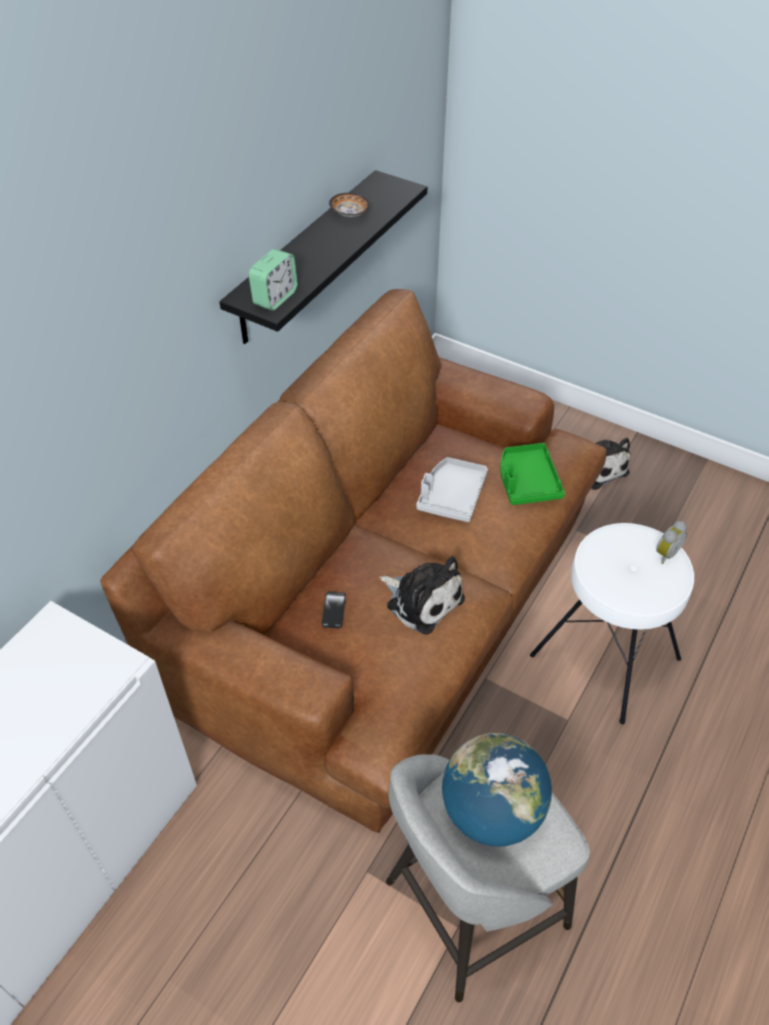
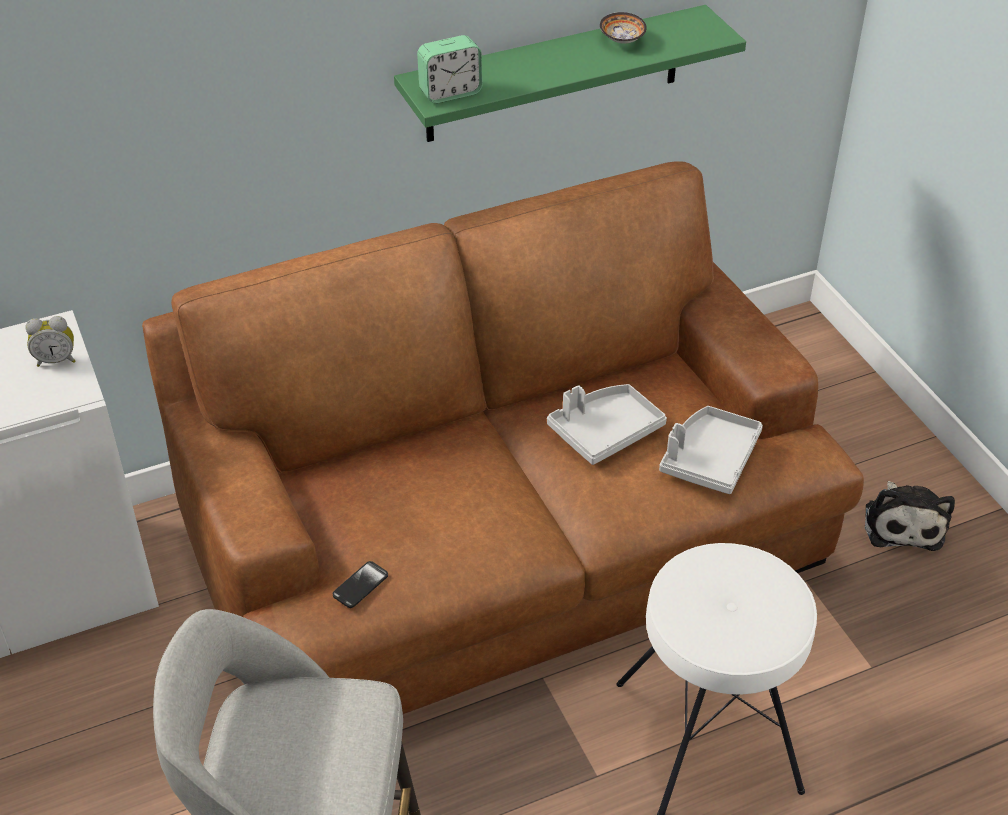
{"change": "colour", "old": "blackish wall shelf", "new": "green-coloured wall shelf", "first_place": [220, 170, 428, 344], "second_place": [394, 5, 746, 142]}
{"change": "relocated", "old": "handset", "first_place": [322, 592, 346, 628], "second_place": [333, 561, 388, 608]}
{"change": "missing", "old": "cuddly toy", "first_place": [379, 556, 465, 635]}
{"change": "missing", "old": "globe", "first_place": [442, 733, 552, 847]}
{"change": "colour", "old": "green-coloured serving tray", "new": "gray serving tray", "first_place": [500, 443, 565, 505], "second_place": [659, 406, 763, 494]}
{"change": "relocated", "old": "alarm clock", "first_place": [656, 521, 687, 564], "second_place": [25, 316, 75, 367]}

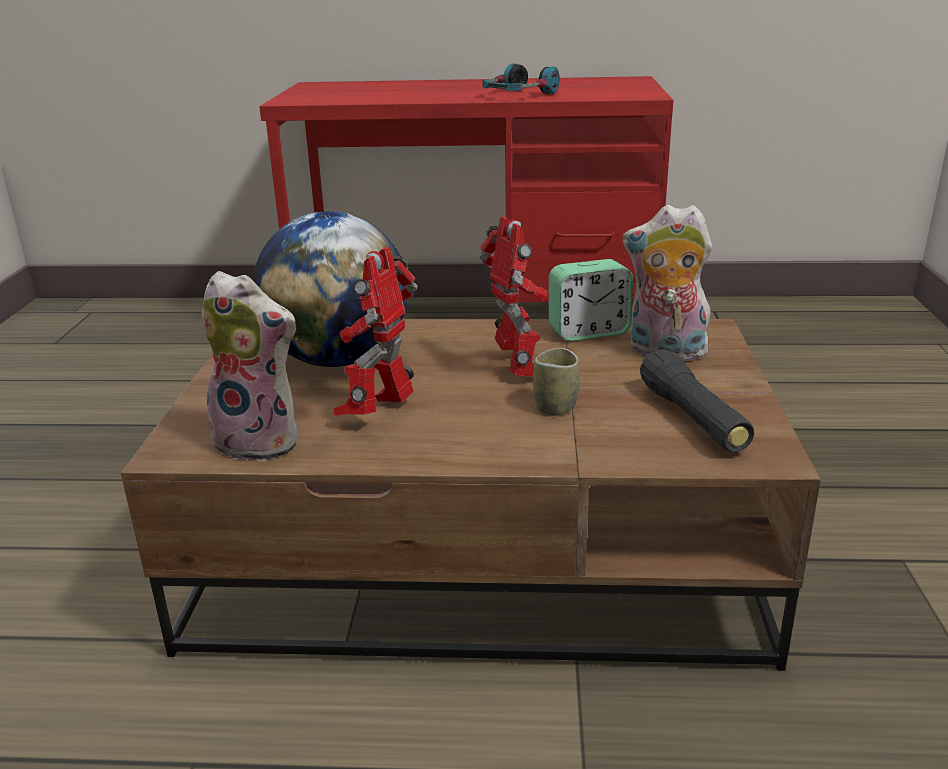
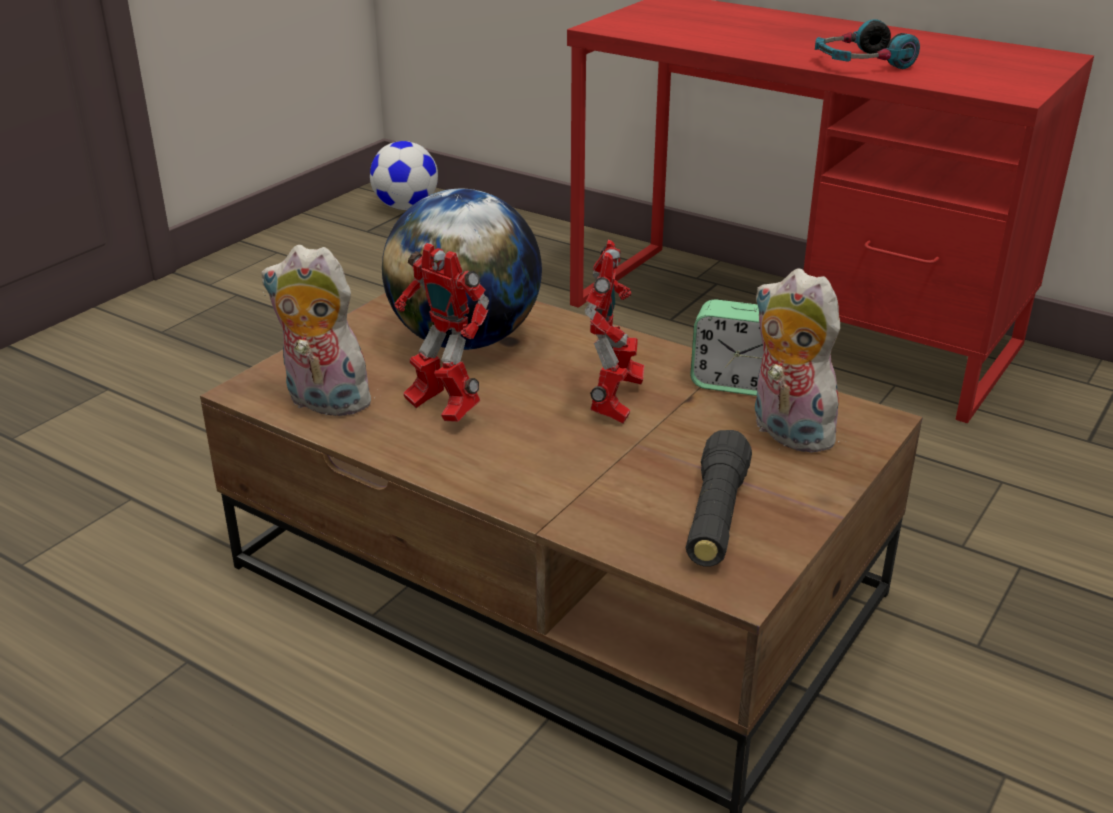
{"change": "spun", "old": "cuddly toy", "first_place": [202, 271, 298, 462], "second_place": [261, 245, 381, 416], "degrees": 150}
{"change": "spun", "old": "model robot", "first_place": [333, 247, 418, 416], "second_place": [394, 243, 489, 422], "degrees": -105}
{"change": "missing", "old": "drinking cup", "first_place": [533, 348, 580, 416]}
{"change": "appeared", "new": "football ball", "second_place": [370, 141, 438, 210]}

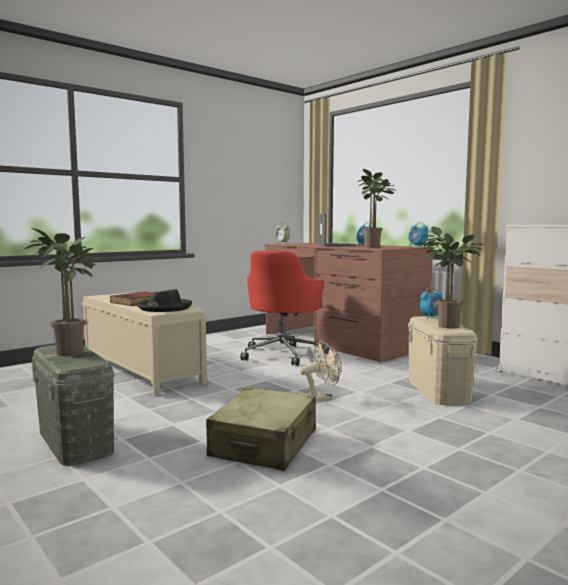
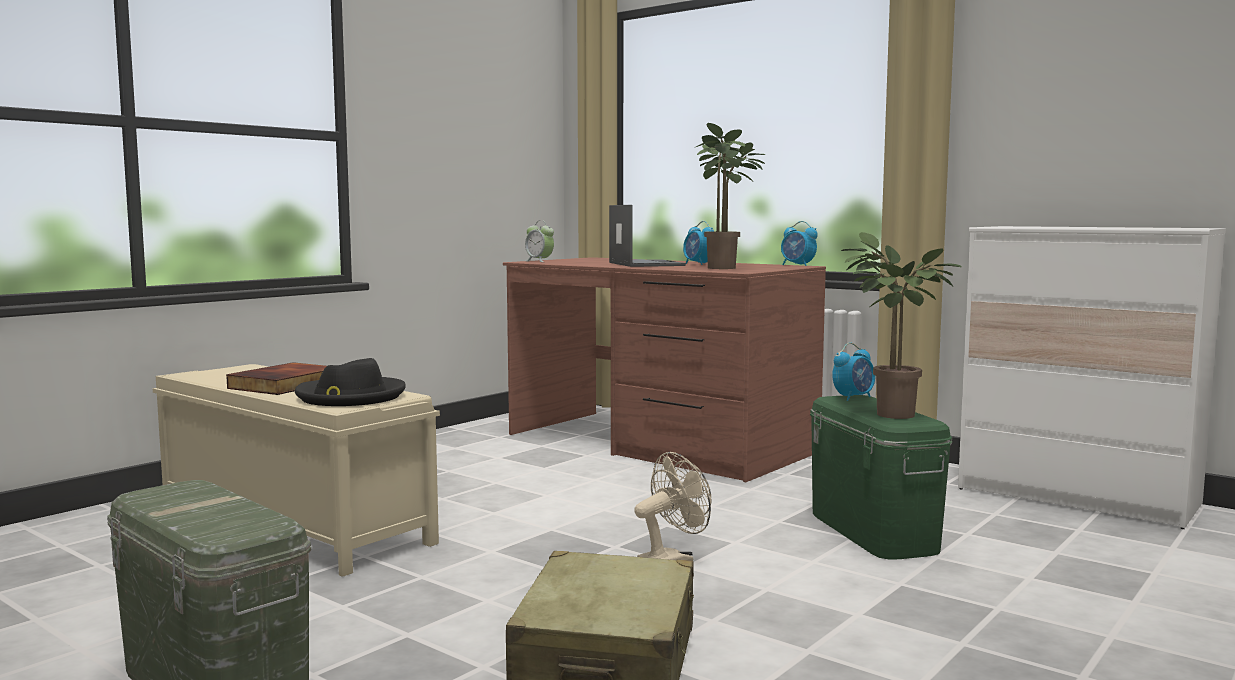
{"change": "missing", "old": "houseplant", "first_place": [25, 228, 101, 356]}
{"change": "missing", "old": "red computer chair", "first_place": [240, 251, 329, 366]}
{"change": "colour", "old": "sand-coloured storage box", "new": "green-coloured storage box", "first_place": [408, 316, 478, 405], "second_place": [810, 395, 952, 560]}

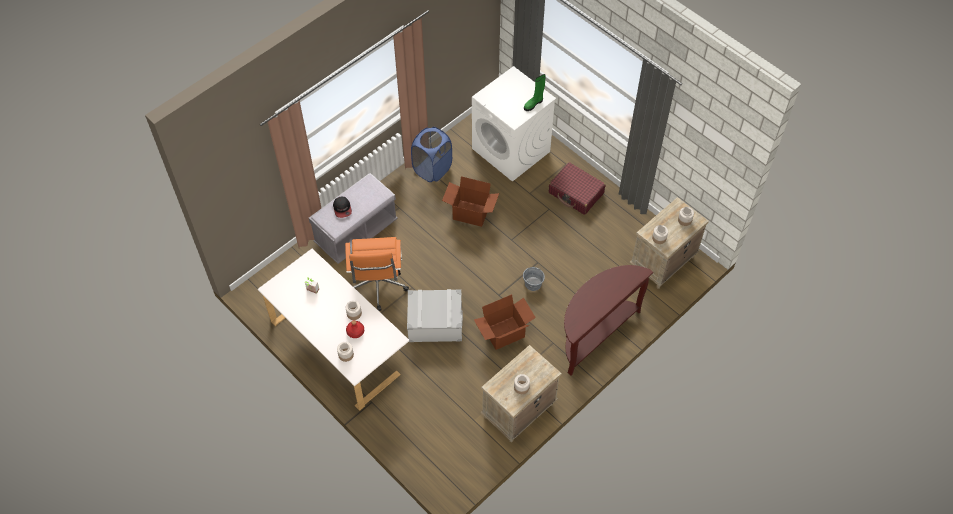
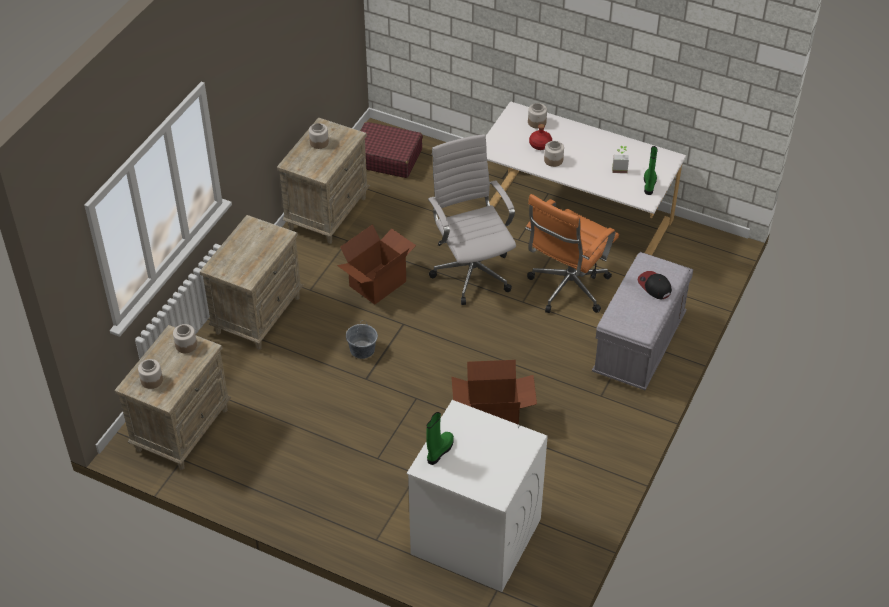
{"change": "spun", "old": "orange-coloured computer chair", "first_place": [345, 237, 409, 311], "second_place": [525, 194, 619, 313], "degrees": -120}
{"change": "exchanged", "old": "gray storage box", "new": "white-coloured computer chair", "first_place": [407, 289, 463, 342], "second_place": [428, 134, 516, 305]}
{"change": "missing", "old": "bluish washing basket", "first_place": [411, 127, 452, 182]}
{"change": "relocated", "old": "red piece of luggage", "first_place": [549, 162, 606, 215], "second_place": [360, 122, 423, 178]}
{"change": "exchanged", "old": "brown-coloured console table", "new": "sand-coloured bedside table", "first_place": [564, 265, 653, 375], "second_place": [200, 215, 304, 350]}
{"change": "appeared", "new": "green-coloured high-top boot", "second_place": [644, 146, 658, 195]}

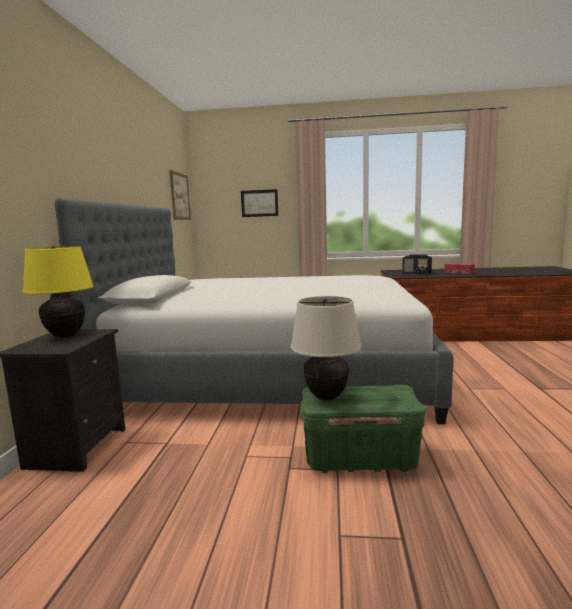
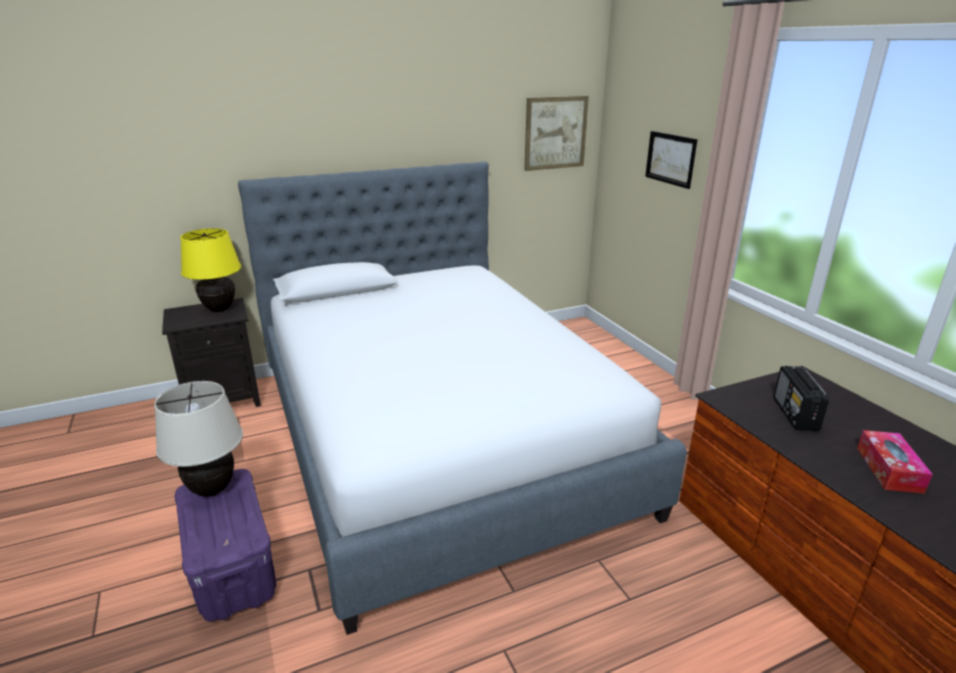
{"change": "colour", "old": "green-coloured storage box", "new": "purplish storage box", "first_place": [301, 385, 426, 473], "second_place": [175, 469, 276, 621]}

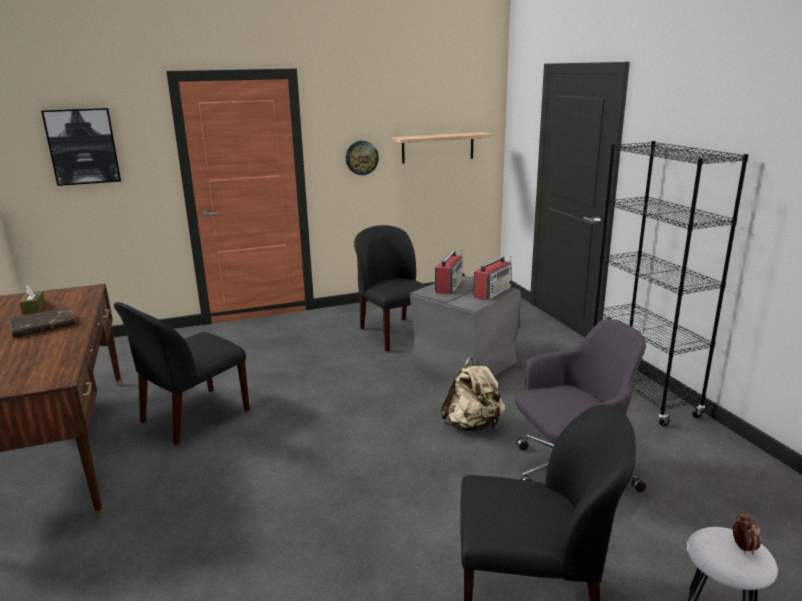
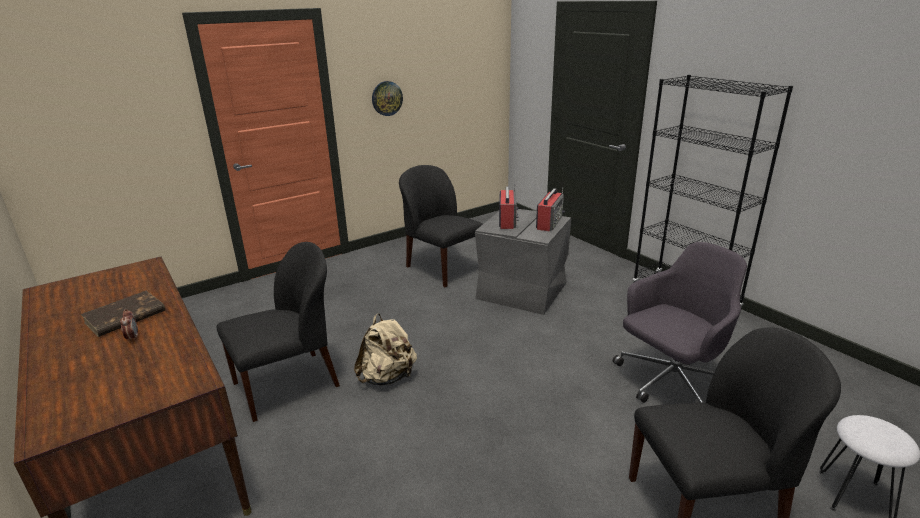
{"change": "missing", "old": "brown-coloured box of tissues", "first_place": [19, 285, 45, 315]}
{"change": "missing", "old": "picture", "first_place": [41, 108, 121, 186]}
{"change": "spun", "old": "blackish upright chair", "first_place": [114, 302, 250, 446], "second_place": [217, 242, 340, 422], "degrees": -150}
{"change": "missing", "old": "wall shelf", "first_place": [392, 132, 493, 164]}
{"change": "relocated", "old": "sand-coloured knapsack", "first_place": [441, 358, 505, 431], "second_place": [354, 313, 417, 386]}
{"change": "relocated", "old": "alarm clock", "first_place": [733, 512, 761, 554], "second_place": [120, 309, 138, 341]}

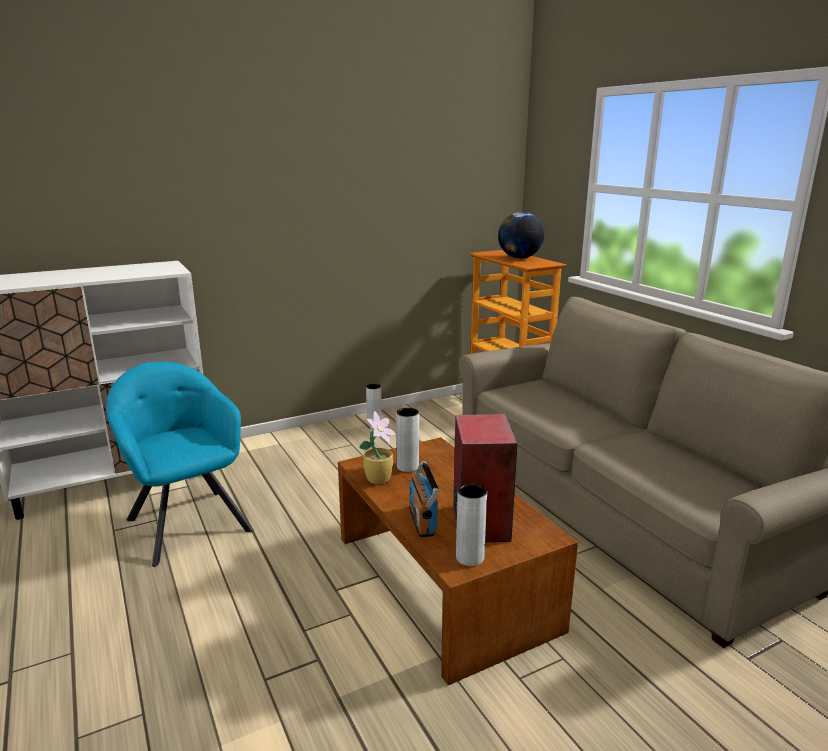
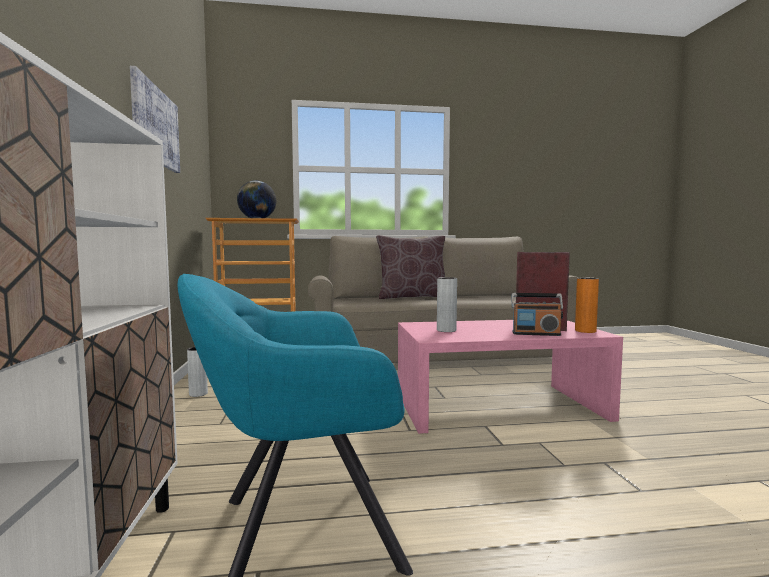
{"change": "colour", "old": "brown-coloured lounge table", "new": "pinkish lounge table", "first_place": [338, 437, 578, 685], "second_place": [398, 320, 623, 434]}
{"change": "missing", "old": "houseplant", "first_place": [359, 411, 396, 484]}
{"change": "colour", "old": "gray flower vase", "new": "orange-coloured flower vase", "first_place": [456, 484, 487, 566], "second_place": [575, 278, 599, 333]}
{"change": "appeared", "new": "picture", "second_place": [130, 66, 180, 173]}
{"change": "appeared", "new": "brown-coloured throw pillow", "second_place": [376, 235, 445, 299]}

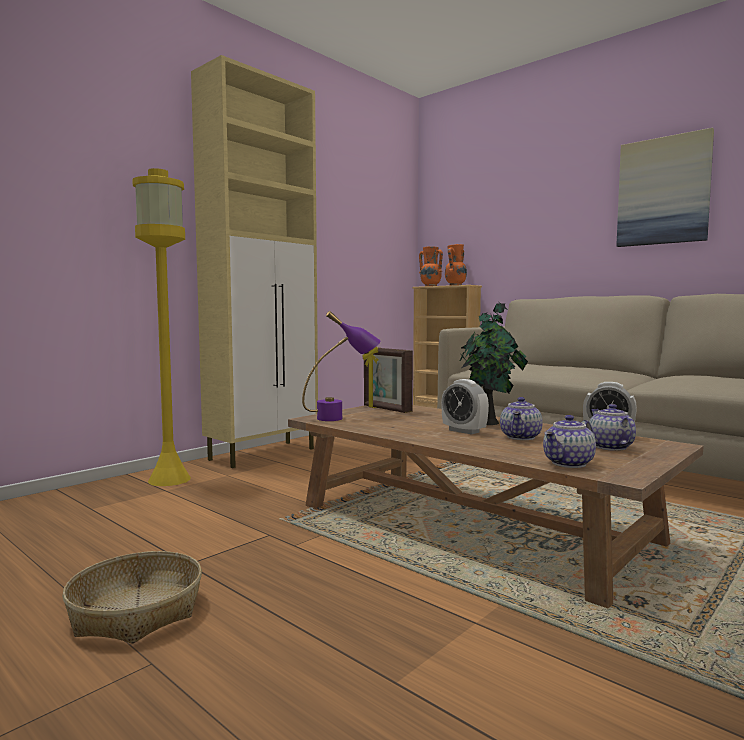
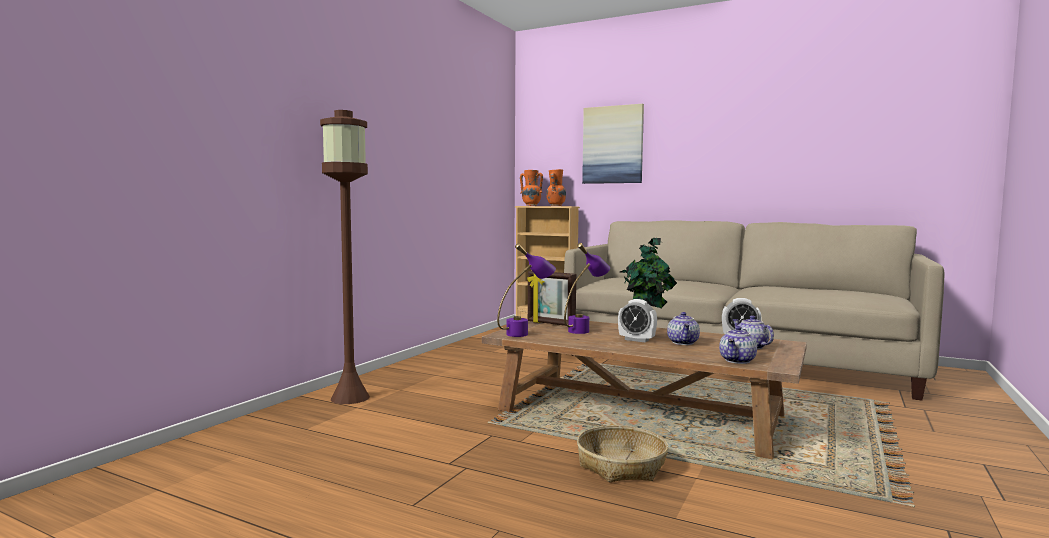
{"change": "relocated", "old": "storage basket", "first_place": [62, 551, 202, 643], "second_place": [577, 426, 669, 482]}
{"change": "colour", "old": "yellow standing lamp", "new": "brown-coloured standing lamp", "first_place": [132, 168, 191, 486], "second_place": [320, 110, 370, 404]}
{"change": "missing", "old": "sand-coloured cupboard", "first_place": [191, 55, 318, 468]}
{"change": "relocated", "old": "picture", "first_place": [616, 128, 714, 247], "second_place": [582, 104, 644, 184]}
{"change": "appeared", "new": "purplish lamp for a table", "second_place": [564, 243, 610, 334]}

